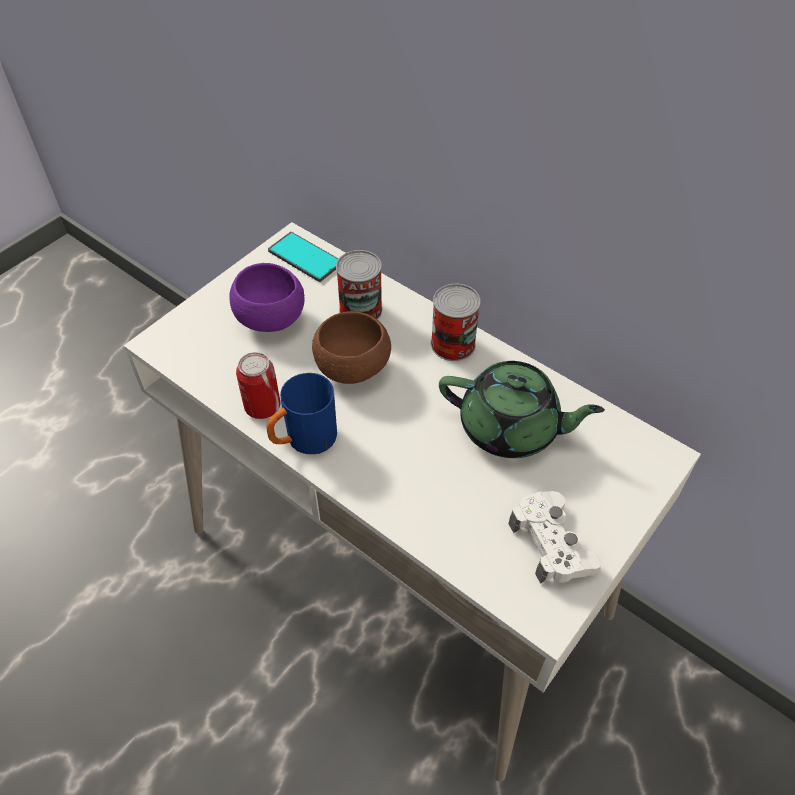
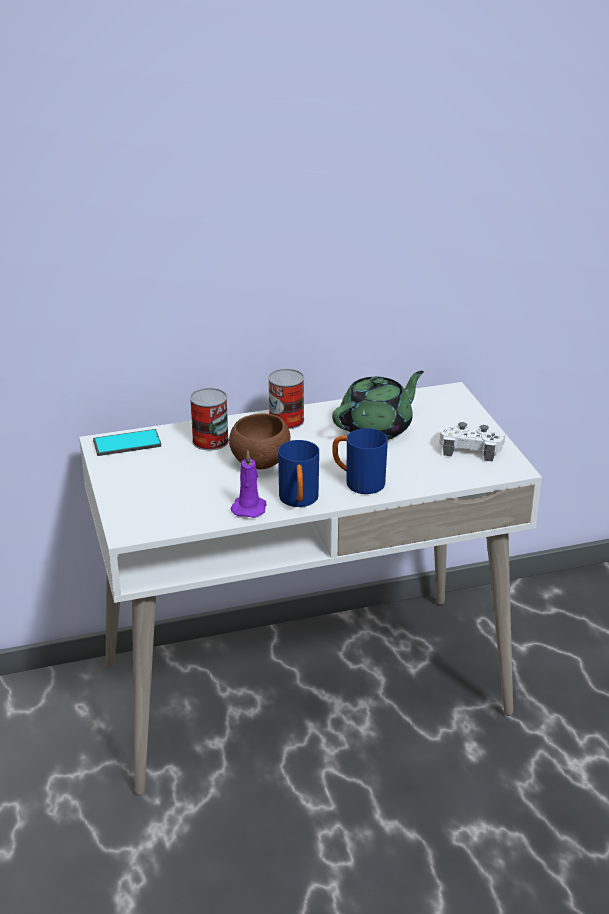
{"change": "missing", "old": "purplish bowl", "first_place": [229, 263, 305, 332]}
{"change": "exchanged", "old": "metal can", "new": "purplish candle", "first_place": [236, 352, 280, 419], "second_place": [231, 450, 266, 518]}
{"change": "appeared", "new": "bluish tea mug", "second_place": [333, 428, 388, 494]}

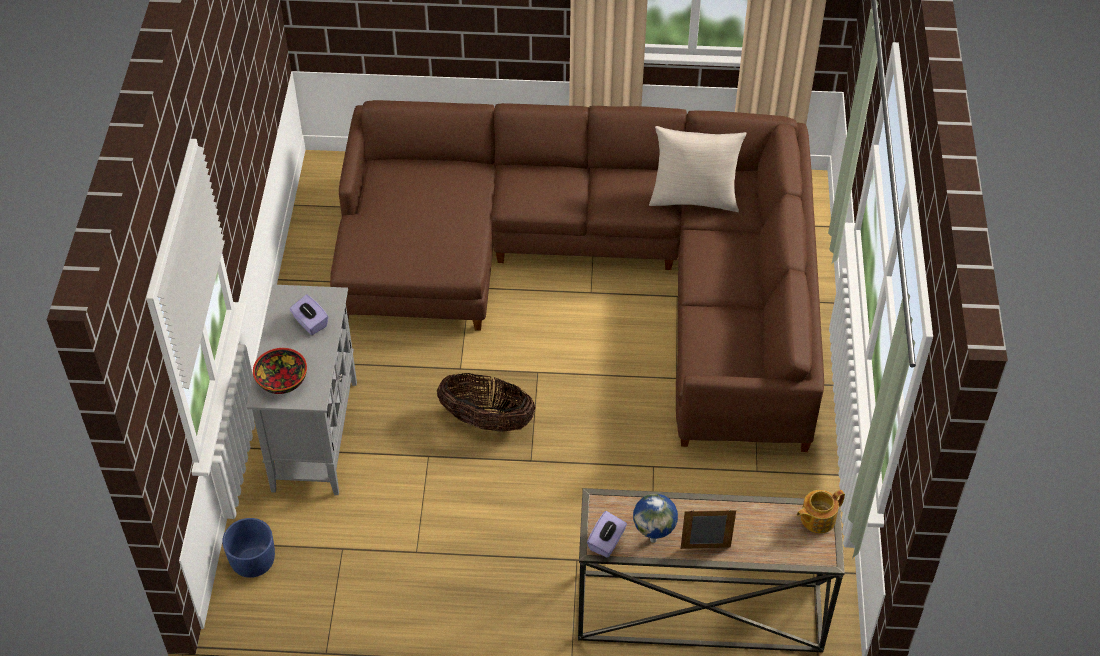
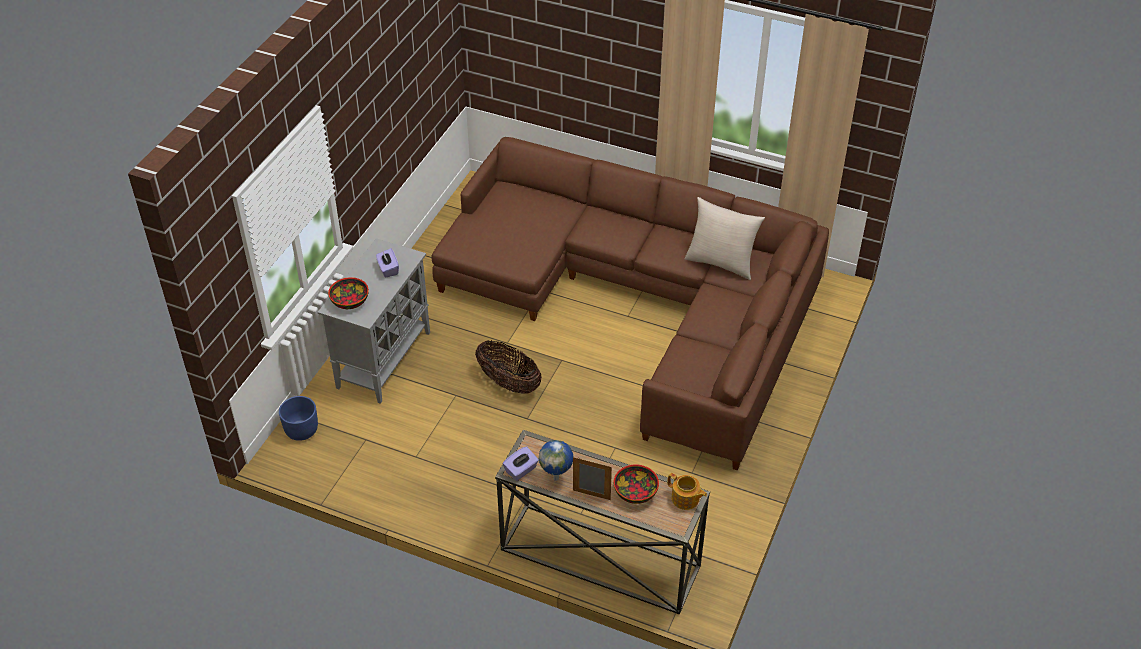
{"change": "spun", "old": "pot for tea", "first_place": [797, 490, 845, 533], "second_place": [667, 473, 707, 510], "degrees": -135}
{"change": "appeared", "new": "bowl", "second_place": [614, 464, 659, 504]}

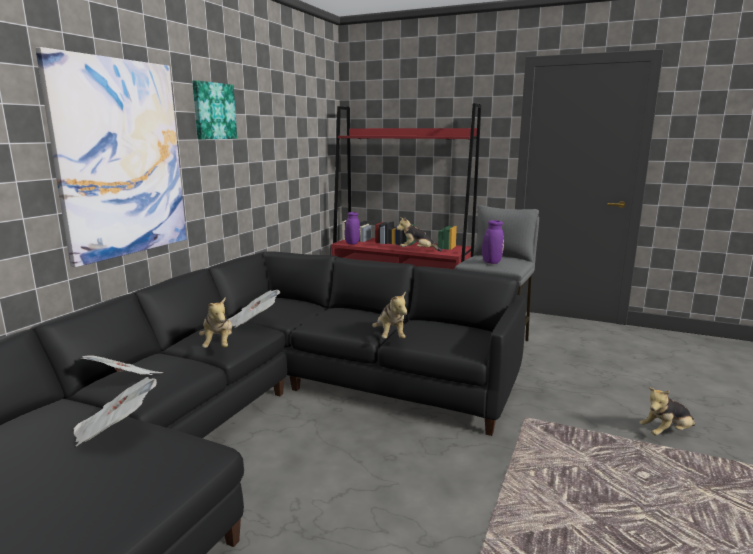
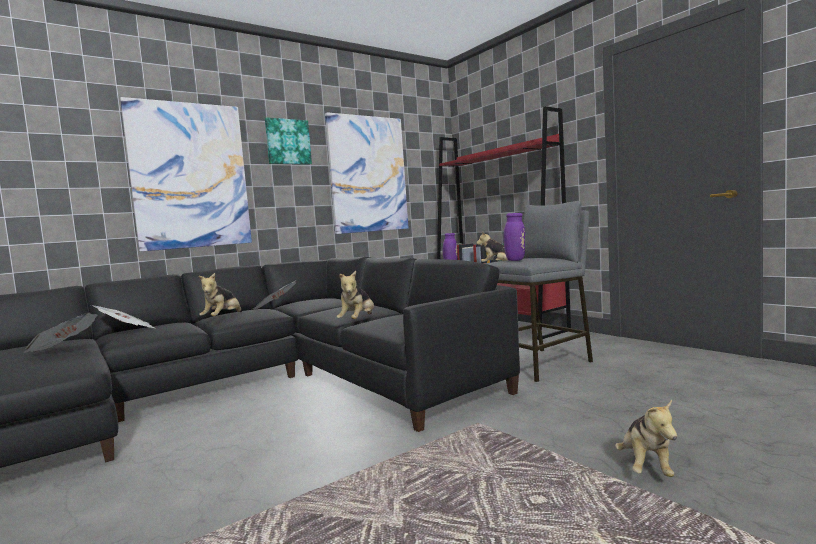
{"change": "spun", "old": "cuddly toy", "first_place": [639, 387, 695, 435], "second_place": [615, 400, 677, 477], "degrees": -90}
{"change": "appeared", "new": "picture", "second_place": [325, 112, 409, 234]}

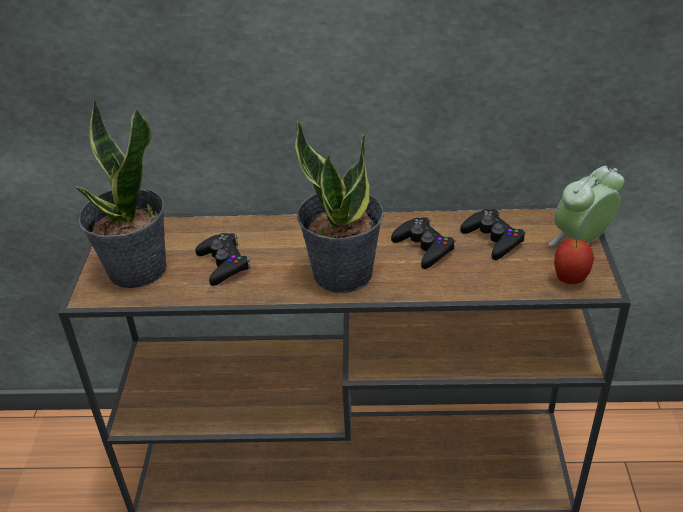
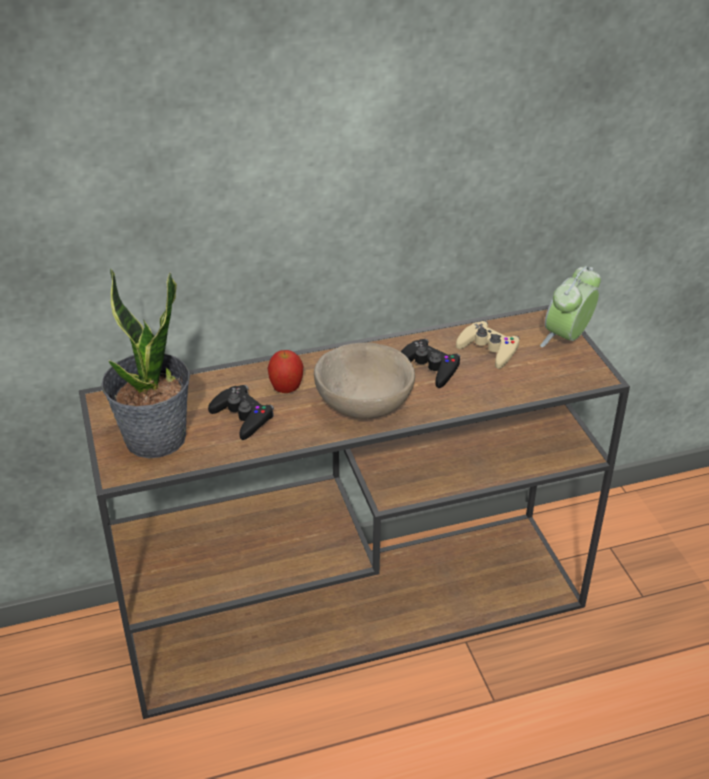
{"change": "exchanged", "old": "houseplant", "new": "sand-coloured bowl", "first_place": [295, 121, 383, 293], "second_place": [314, 342, 415, 419]}
{"change": "colour", "old": "blackish joypad", "new": "sand-coloured joypad", "first_place": [460, 209, 526, 260], "second_place": [456, 321, 520, 369]}
{"change": "relocated", "old": "apple", "first_place": [554, 239, 594, 284], "second_place": [268, 350, 303, 393]}

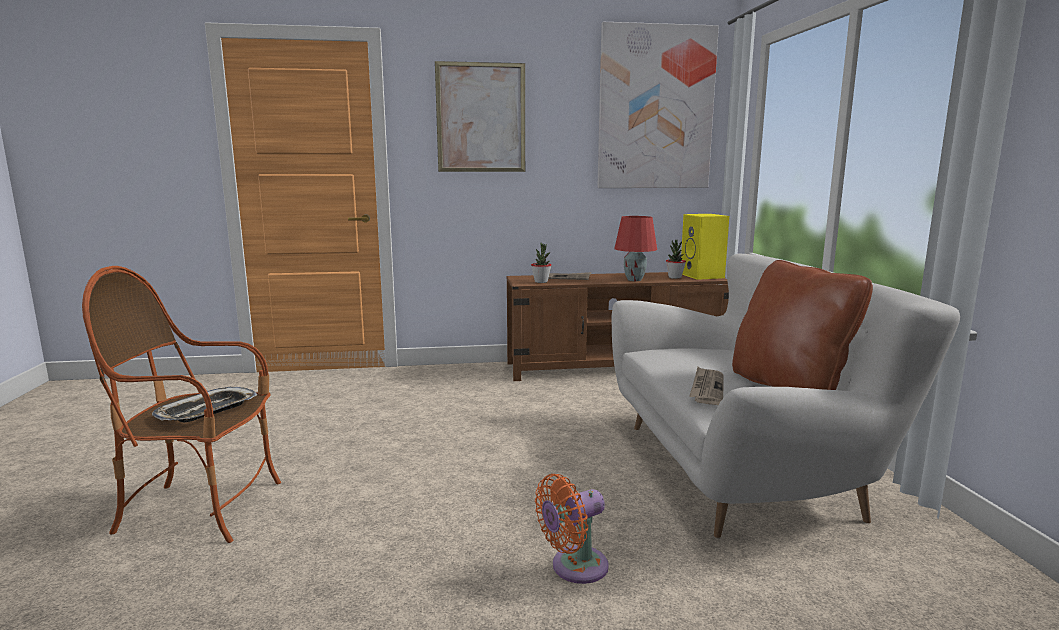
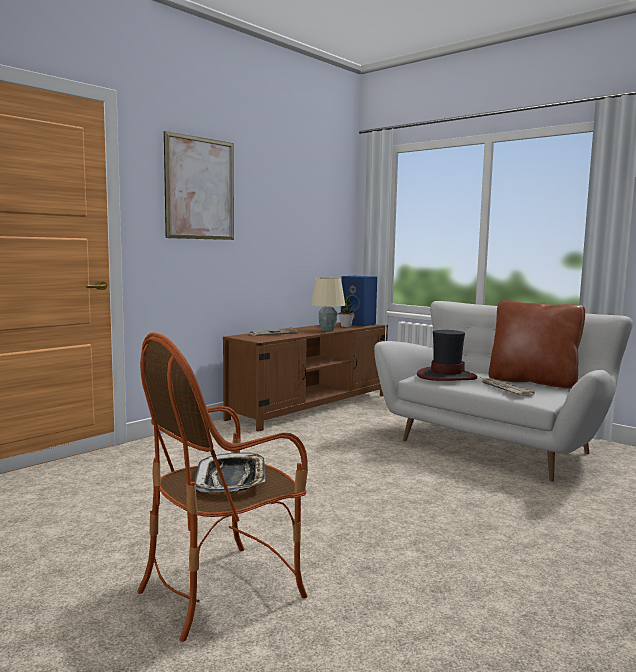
{"change": "missing", "old": "houseplant", "first_place": [531, 243, 552, 283]}
{"change": "missing", "old": "orange-coloured fan", "first_place": [535, 474, 609, 584]}
{"change": "missing", "old": "picture", "first_place": [597, 22, 719, 188]}
{"change": "colour", "old": "red lamp for a table", "new": "sand-coloured lamp for a table", "first_place": [614, 216, 657, 281], "second_place": [311, 278, 345, 331]}
{"change": "colour", "old": "yellow audio speaker", "new": "bluish audio speaker", "first_place": [681, 214, 729, 280], "second_place": [340, 276, 377, 327]}
{"change": "appeared", "new": "clothing hat", "second_place": [417, 330, 477, 381]}

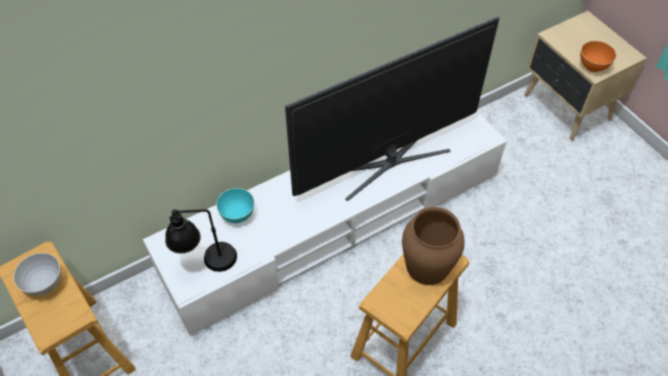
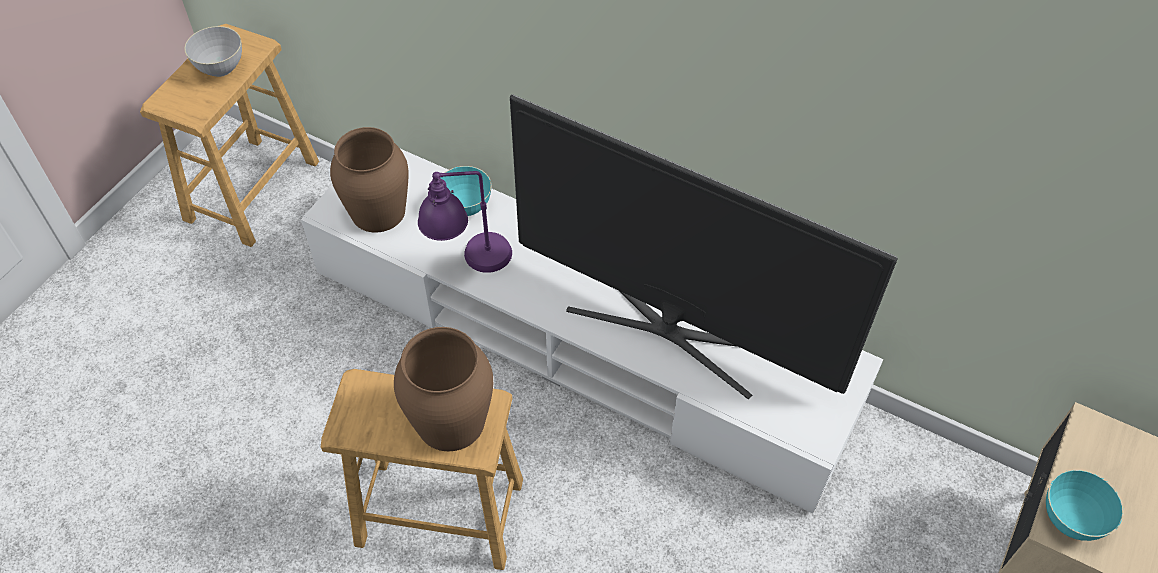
{"change": "exchanged", "old": "blackish lamp for a table", "new": "brown-coloured flower vase", "first_place": [165, 209, 237, 272], "second_place": [330, 127, 409, 233]}
{"change": "colour", "old": "orange-coloured bowl", "new": "turquoise-coloured bowl", "first_place": [580, 41, 617, 72], "second_place": [1046, 470, 1124, 541]}
{"change": "appeared", "new": "purplish lamp for a table", "second_place": [418, 171, 512, 273]}

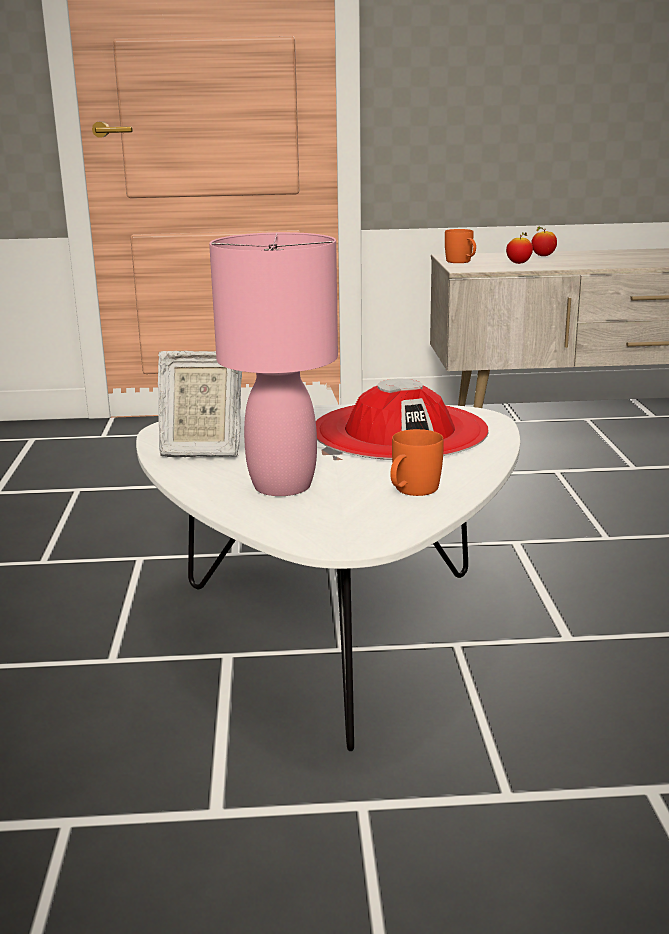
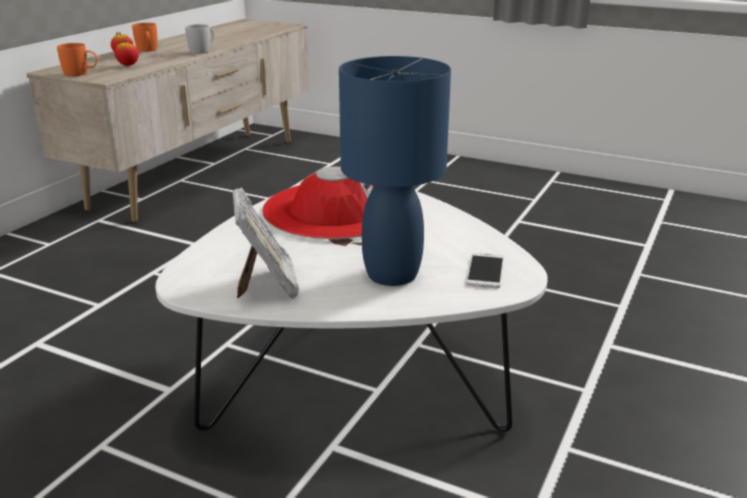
{"change": "spun", "old": "photo frame", "first_place": [158, 351, 242, 457], "second_place": [232, 187, 299, 299], "degrees": -45}
{"change": "colour", "old": "pinkish lamp for a table", "new": "bluish lamp for a table", "first_place": [209, 232, 338, 496], "second_place": [339, 56, 451, 286]}
{"change": "relocated", "old": "orange-coloured tea mug", "first_place": [390, 429, 444, 496], "second_place": [132, 23, 157, 52]}
{"change": "appeared", "new": "white-coloured tea mug", "second_place": [185, 24, 214, 54]}
{"change": "appeared", "new": "handset", "second_place": [466, 253, 504, 288]}

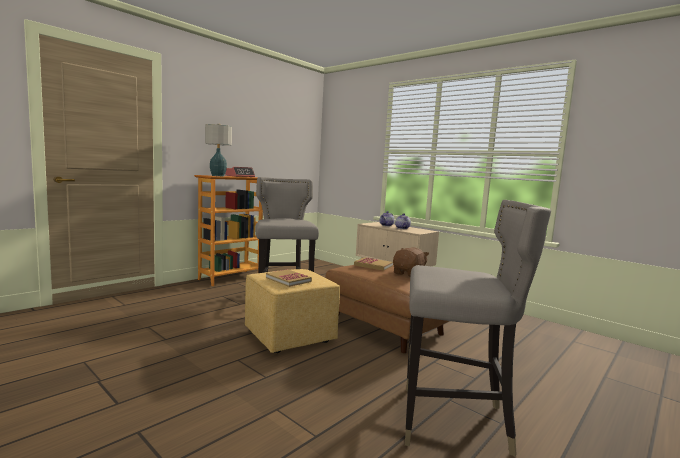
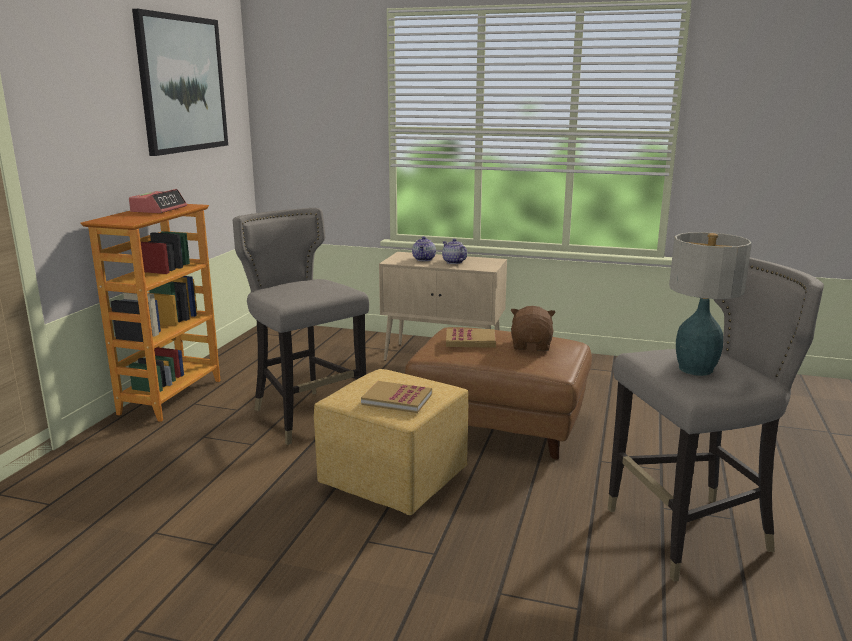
{"change": "relocated", "old": "lamp for a table", "first_place": [205, 124, 232, 176], "second_place": [669, 232, 752, 376]}
{"change": "appeared", "new": "picture", "second_place": [132, 9, 228, 156]}

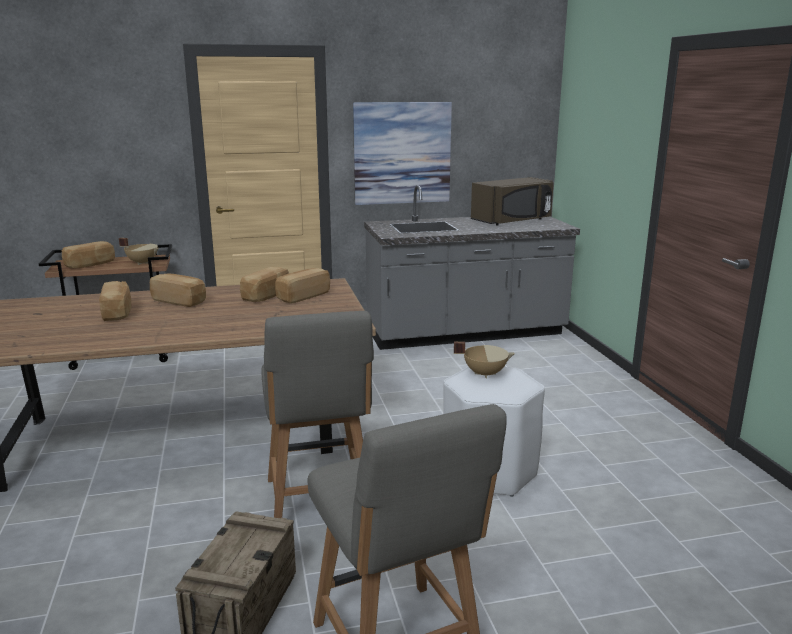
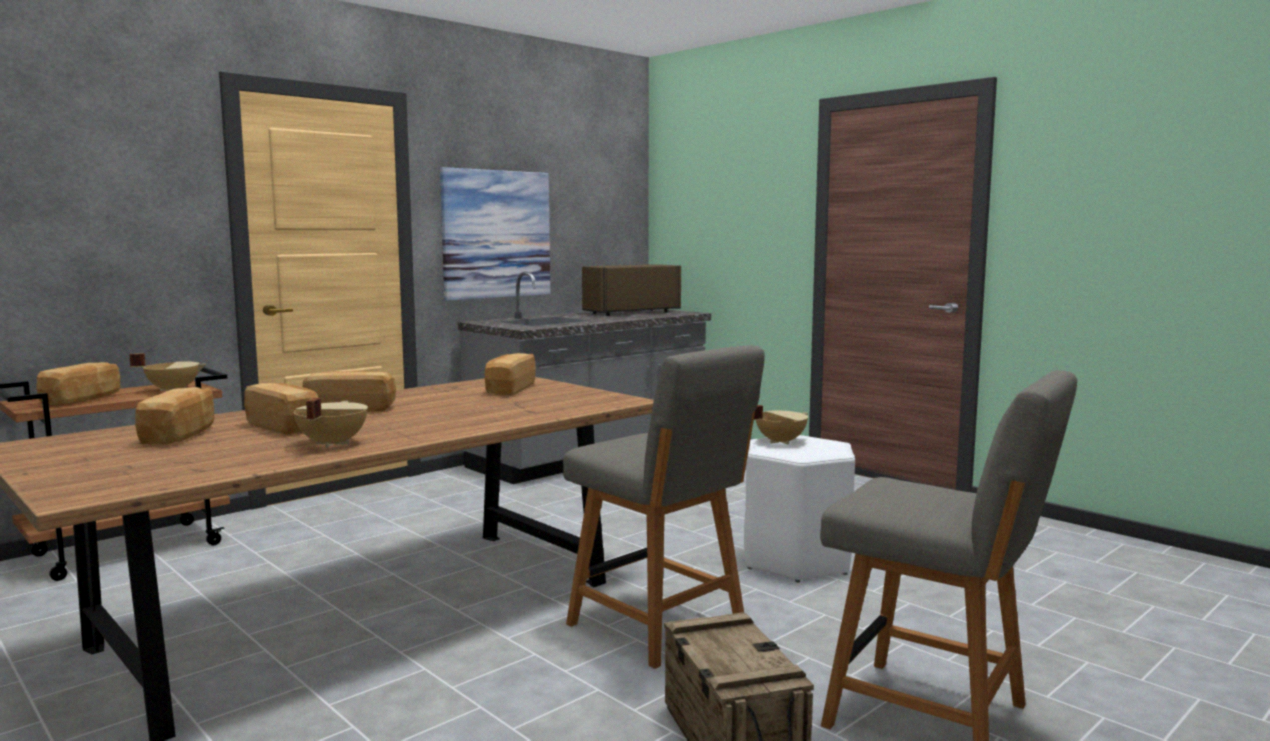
{"change": "relocated", "old": "baked bread", "first_place": [240, 267, 289, 302], "second_place": [135, 387, 214, 444]}
{"change": "spun", "old": "brown-coloured kitchen microwave", "first_place": [471, 177, 554, 225], "second_place": [582, 264, 681, 316], "degrees": -150}
{"change": "appeared", "new": "sand-coloured saucepot", "second_place": [294, 398, 368, 448]}

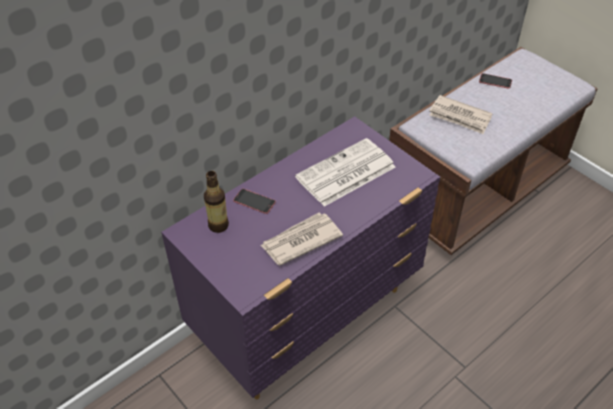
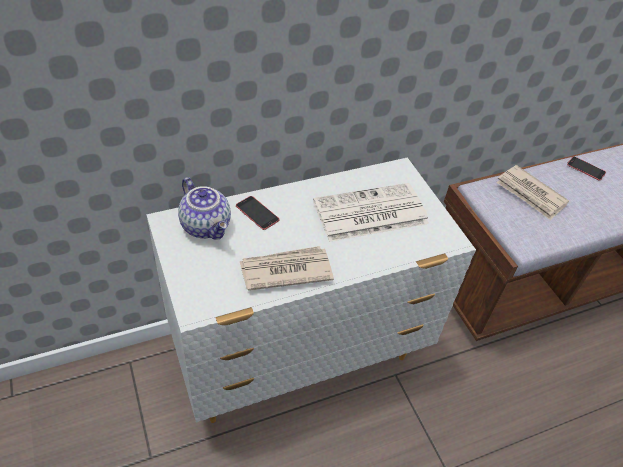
{"change": "colour", "old": "purplish chest of drawers", "new": "white-coloured chest of drawers", "first_place": [161, 116, 440, 400], "second_place": [146, 158, 476, 423]}
{"change": "exchanged", "old": "drink bottle", "new": "pot for tea", "first_place": [204, 171, 229, 233], "second_place": [178, 177, 231, 240]}

